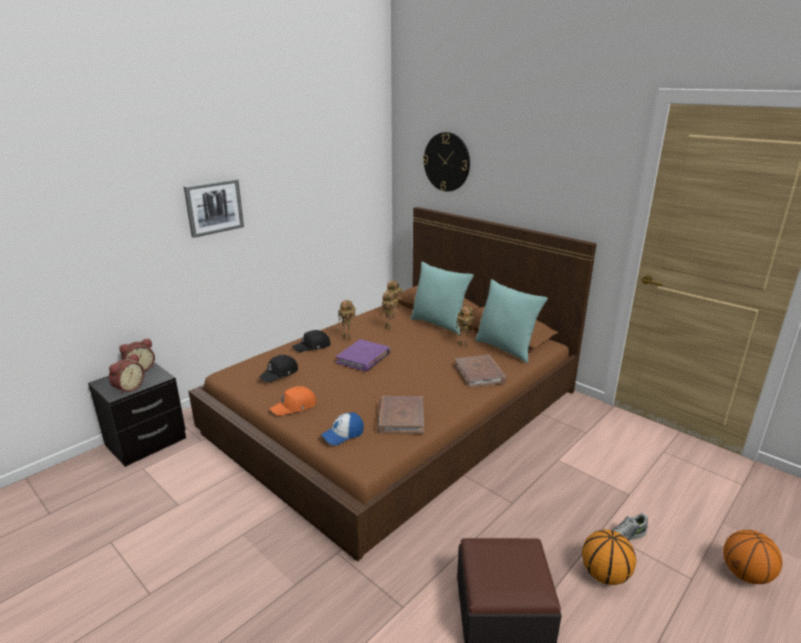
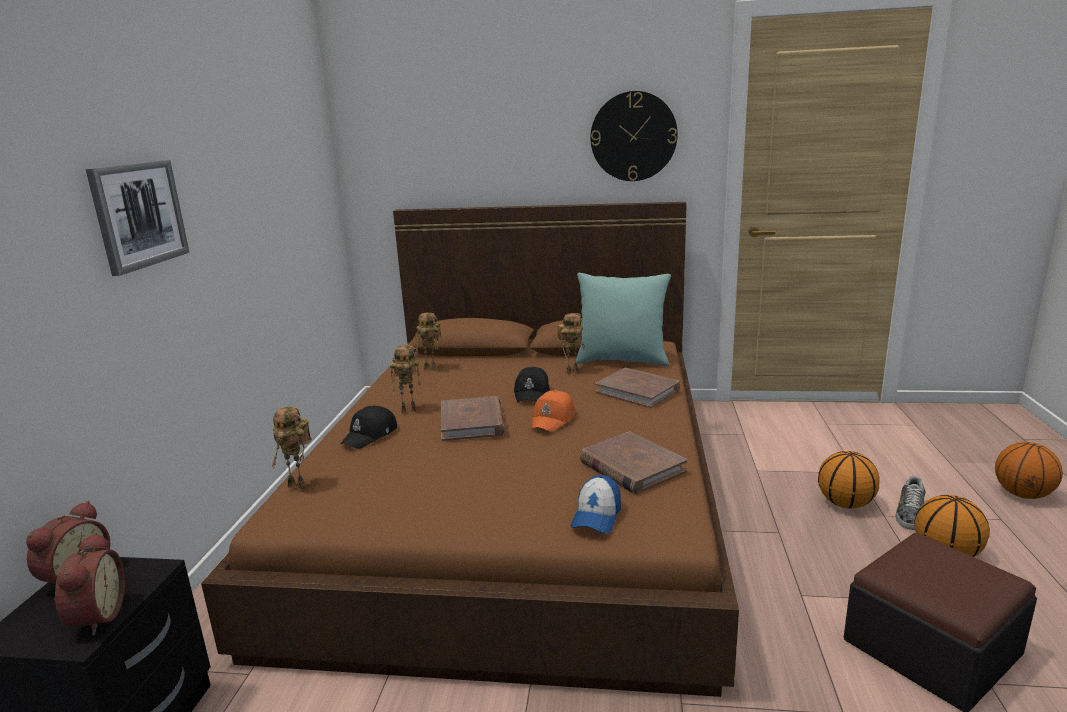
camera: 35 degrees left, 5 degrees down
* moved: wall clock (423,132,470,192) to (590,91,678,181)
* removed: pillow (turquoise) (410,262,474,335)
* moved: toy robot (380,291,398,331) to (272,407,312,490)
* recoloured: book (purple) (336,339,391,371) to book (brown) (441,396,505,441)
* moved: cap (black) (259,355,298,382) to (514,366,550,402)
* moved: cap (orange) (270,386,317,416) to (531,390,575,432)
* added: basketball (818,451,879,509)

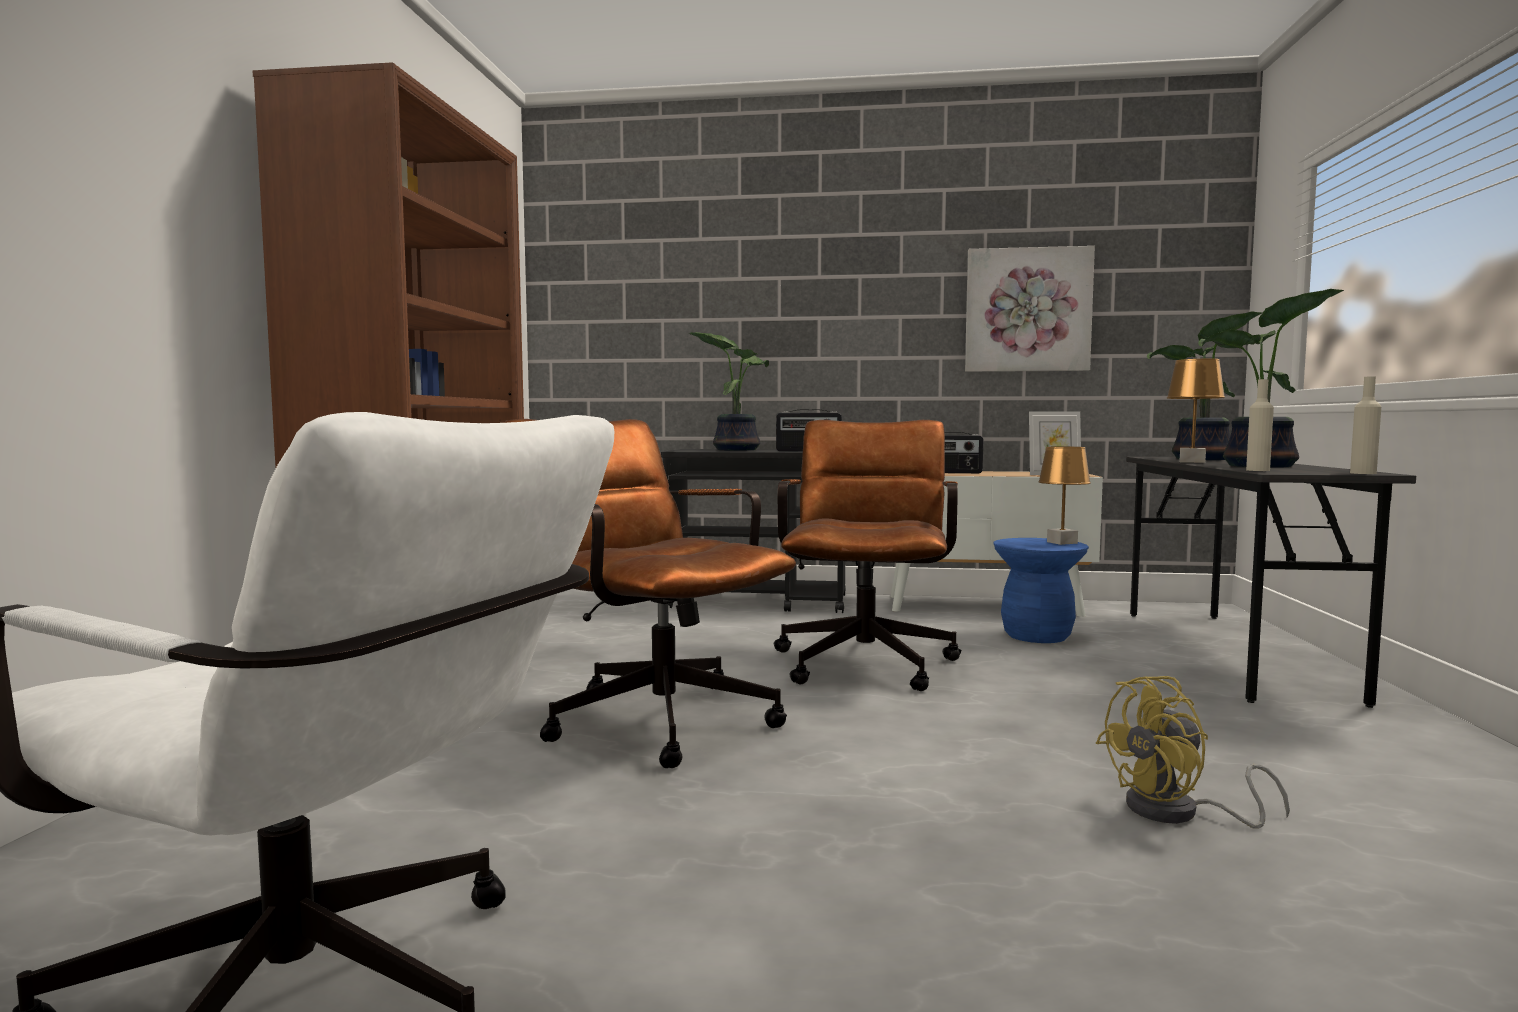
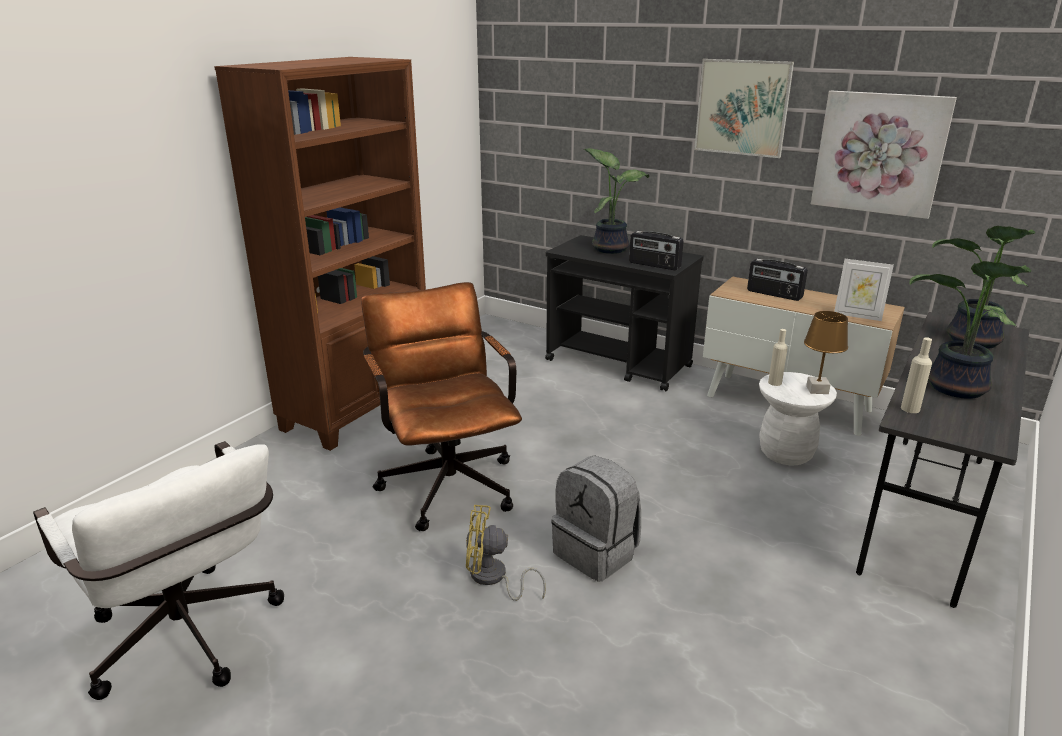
camera: 25 degrees right, 20 degrees up
* removed: table lamp (brown) (1167,359,1225,463)
* moved: bottle (beige) (1350,376,1381,474) to (768,329,788,386)
* removed: office chair (brown) (774,420,962,691)
* recoloured: stool (blue) (994,538,1089,643) to stool (white) (759,372,837,465)
* moved: fan (yellow) (1096,676,1290,828) to (466,505,546,601)
* added: picture (694,59,794,158)
* added: backpack (grey) (551,455,641,582)

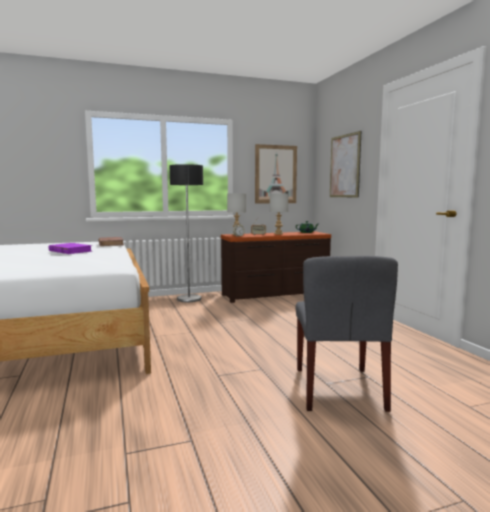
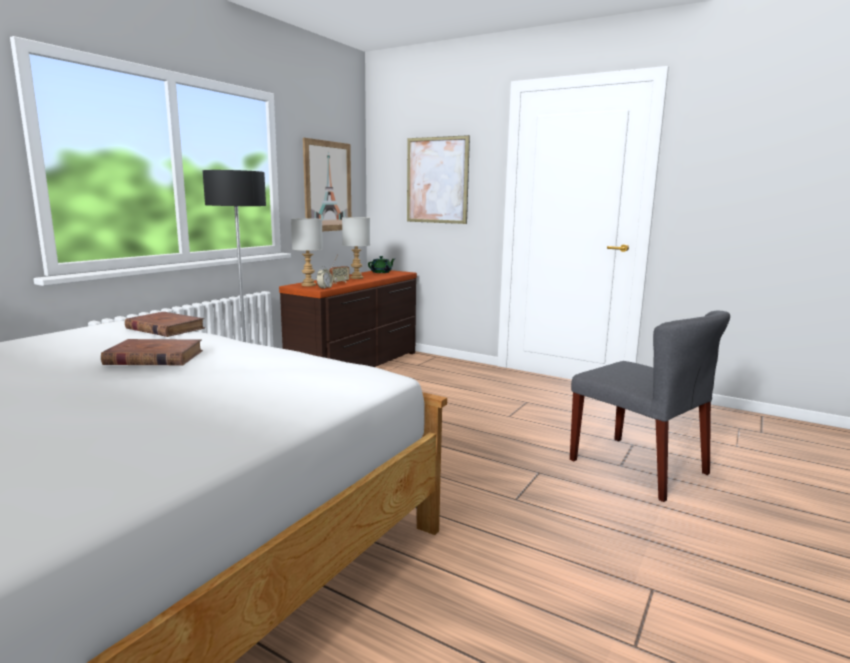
camera: 40 degrees left, 5 degrees up
* recoloured: book (purple) (49,243,92,254) to book (brown) (101,339,203,365)

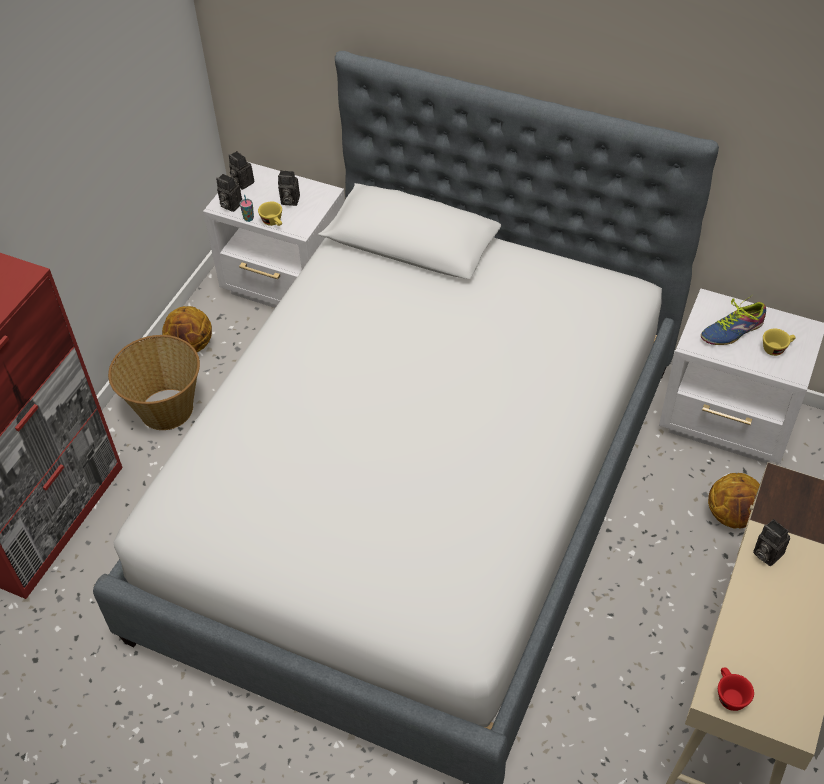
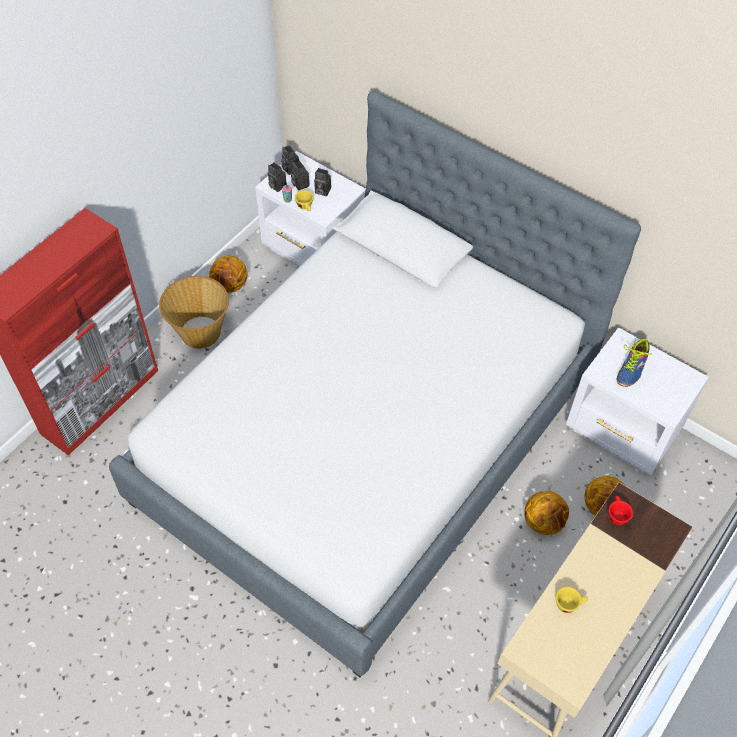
camera: 10 degrees right, 5 degrees up
* turned: shoe (701,295,766,345) = (616,339,652,387) 45 degrees counterclockwise
* moved: cup (yellow) (763,329,796,356) to (556,587,588,613)
* moved: photo camera (753,519,790,566) to (291,161,309,190)
* moved: cup (red) (718,667,754,711) to (608,496,633,525)
* added: basketball (524,491,569,535)

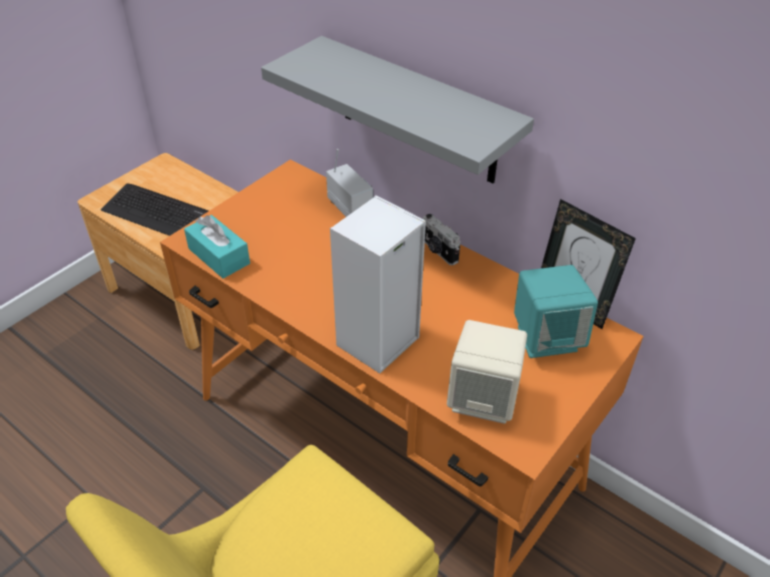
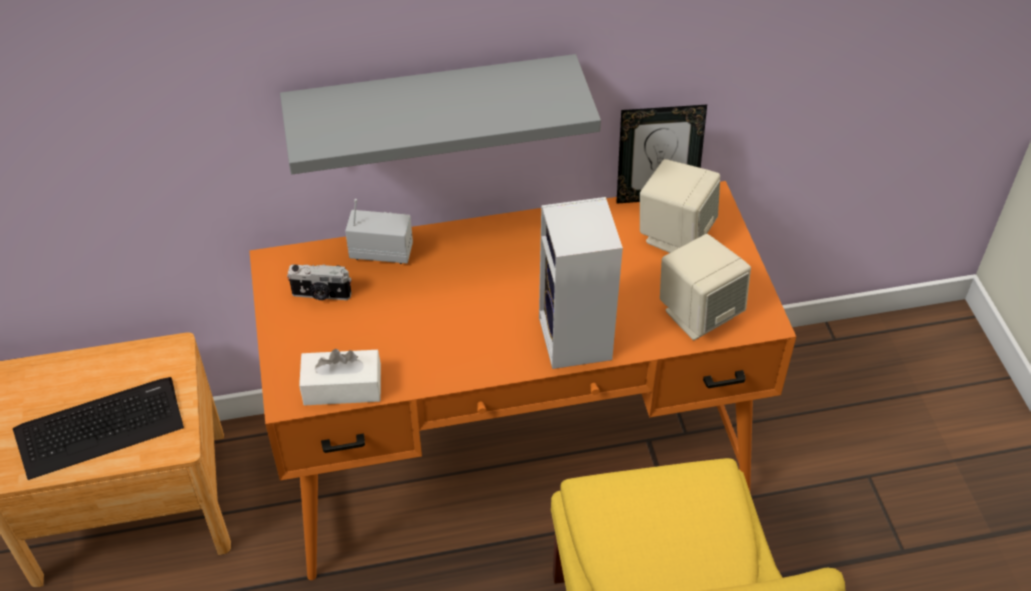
camera: 50 degrees left, 5 degrees up
* moved: photo camera (423,214,461,265) to (287,264,352,300)
* recoloured: tissue box (turquoise) (184,215,250,279) to tissue box (white) (299,349,381,405)
* recoloured: speaker (turquoise) (514,265,598,358) to speaker (beige) (640,159,720,253)

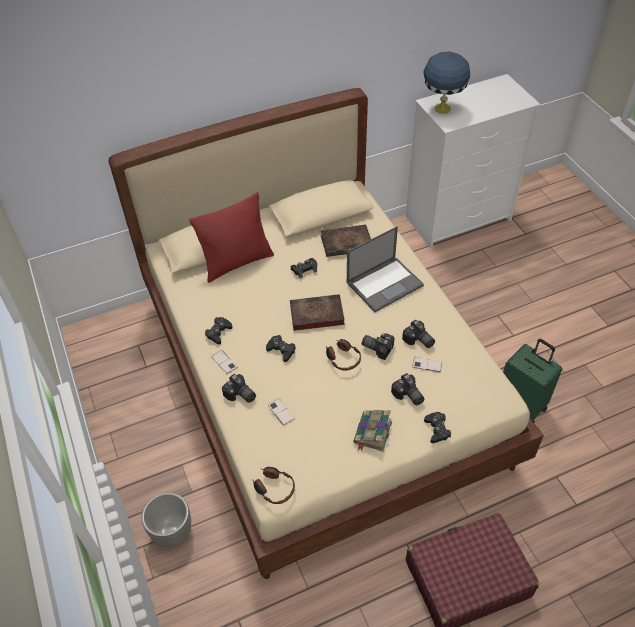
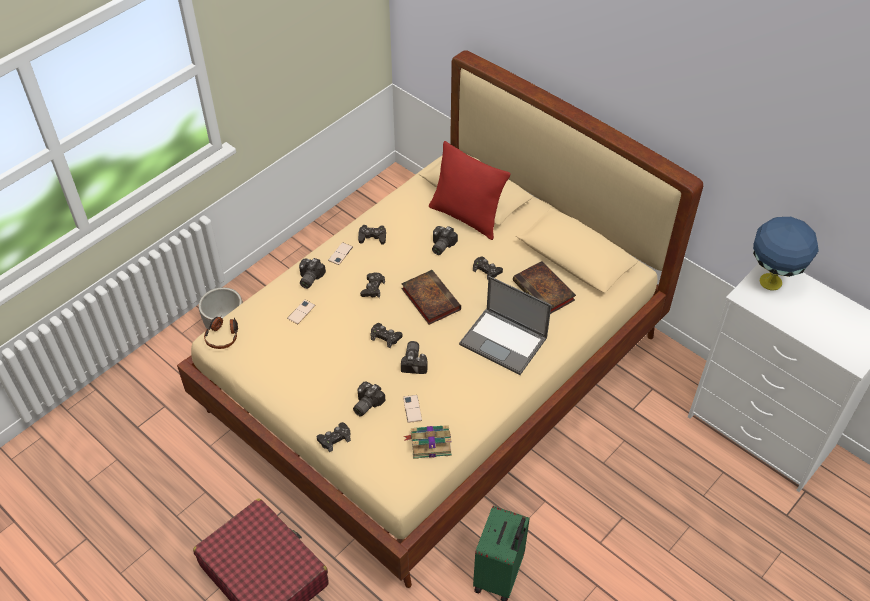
camera: 65 degrees right, 0 degrees up
* moved: photo camera (402,320,435,348) to (432,226,458,255)
* replaced: headphones (326,339,361,371) to game controller (black) (370,323,402,348)
* moved: book (353,410,392,452) to (404,425,452,459)

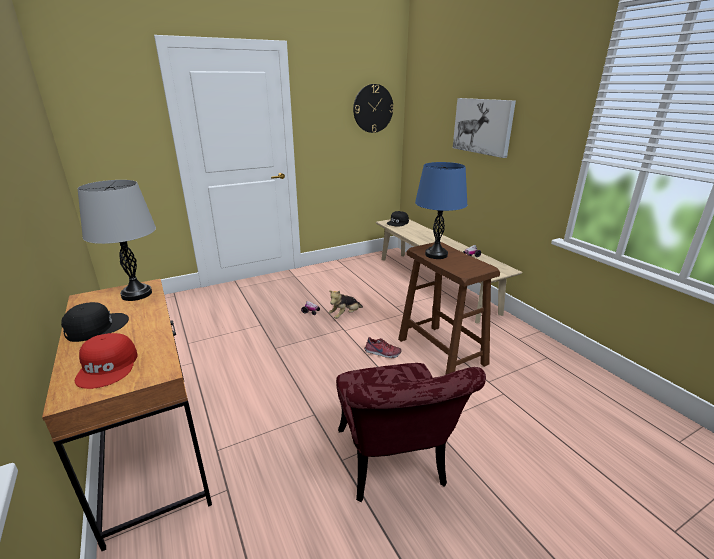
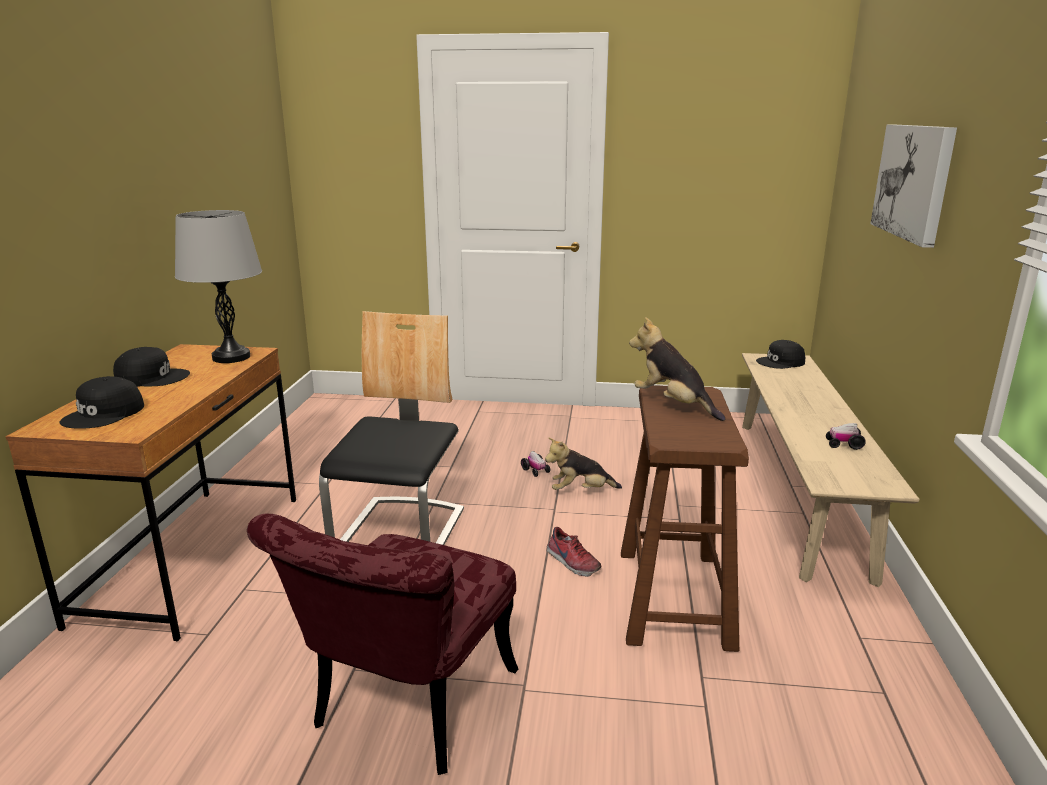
camera: 35 degrees right, 5 degrees down
* removed: wall clock (353,84,394,133)
* replaced: table lamp (blue) (415,162,468,259) to plush toy (629,317,725,421)
* recoloured: cap (red) (75,333,137,389) to cap (black) (59,376,144,429)
* added: chair (319,311,464,545)

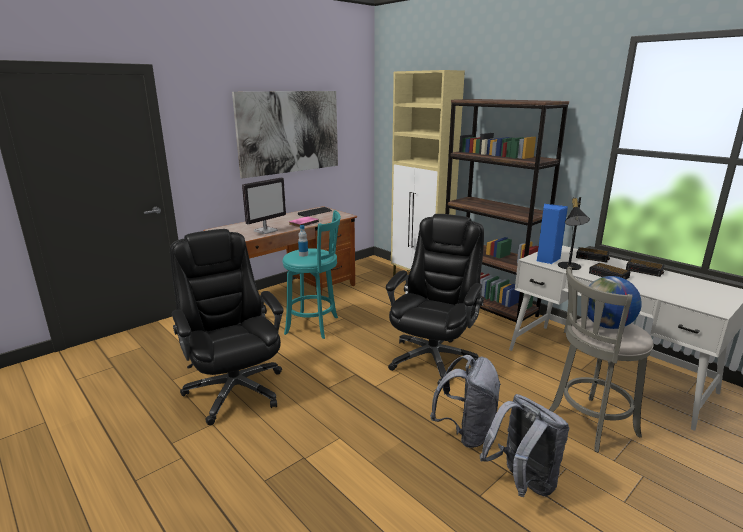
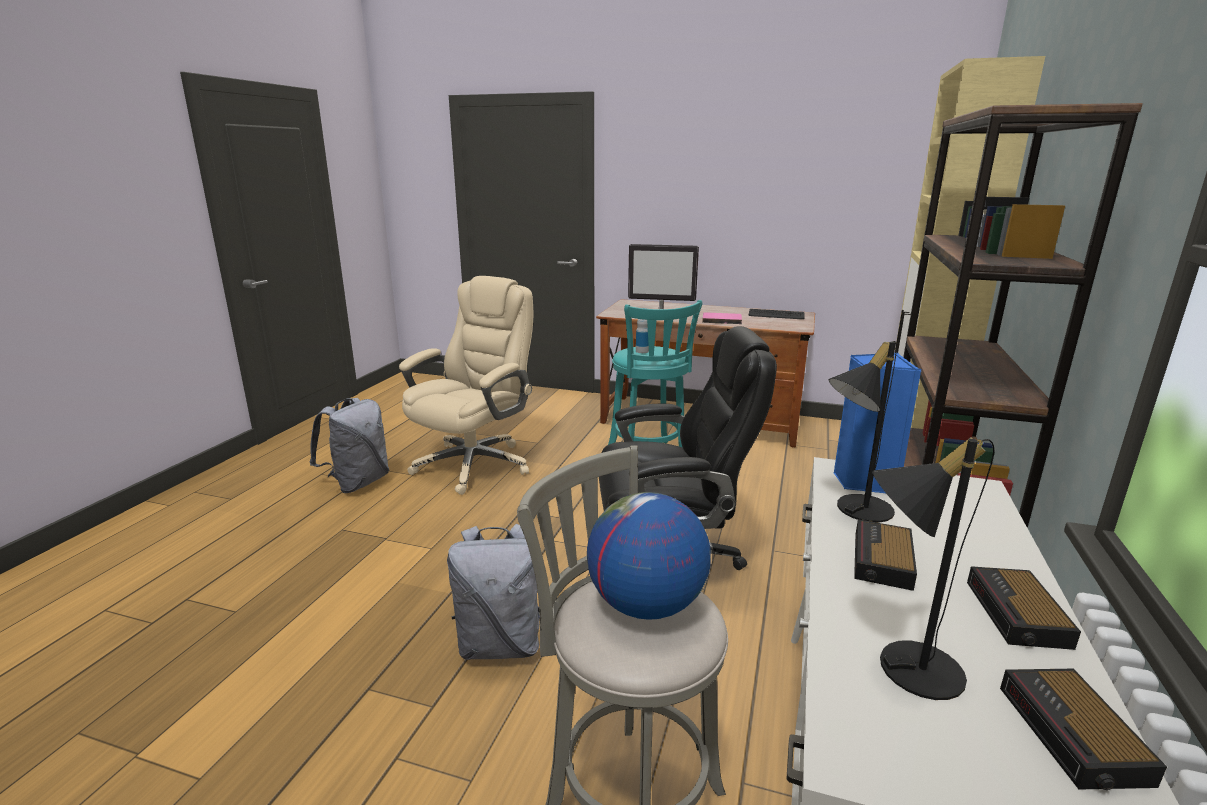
camera: 60 degrees right, 0 degrees up
* removed: picture (232,91,338,178)
* recoloured: office chair (black) (170,229,284,425) to office chair (beige) (399,276,533,495)
* moved: alarm clock (576,247,610,263) to (1000,669,1167,790)
* moved: backpack (grey) (480,394,569,497) to (309,398,389,493)
* added: table lamp (black) (872,437,995,700)

